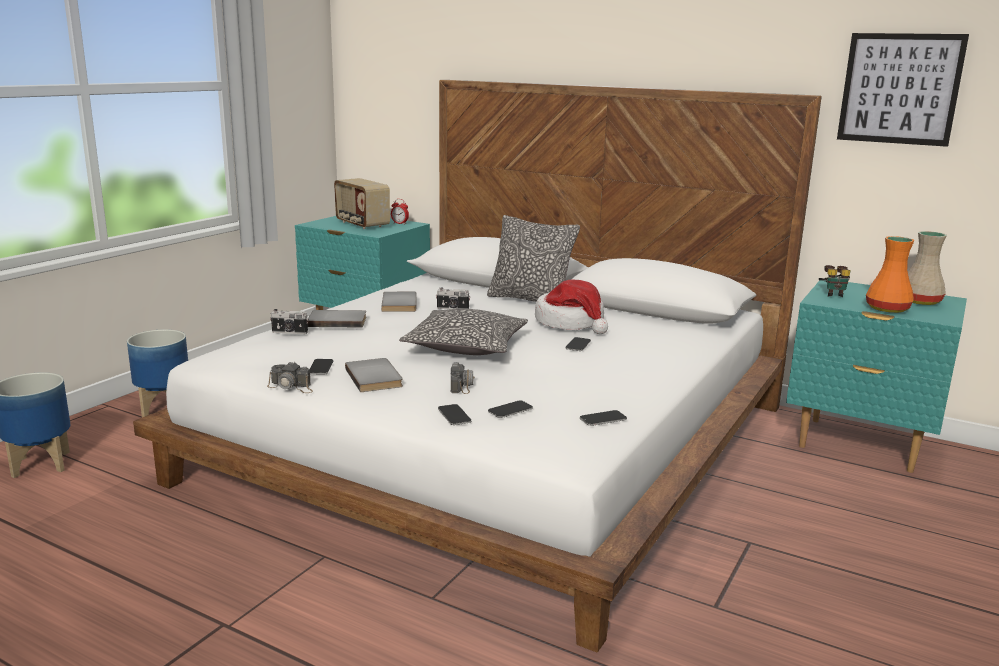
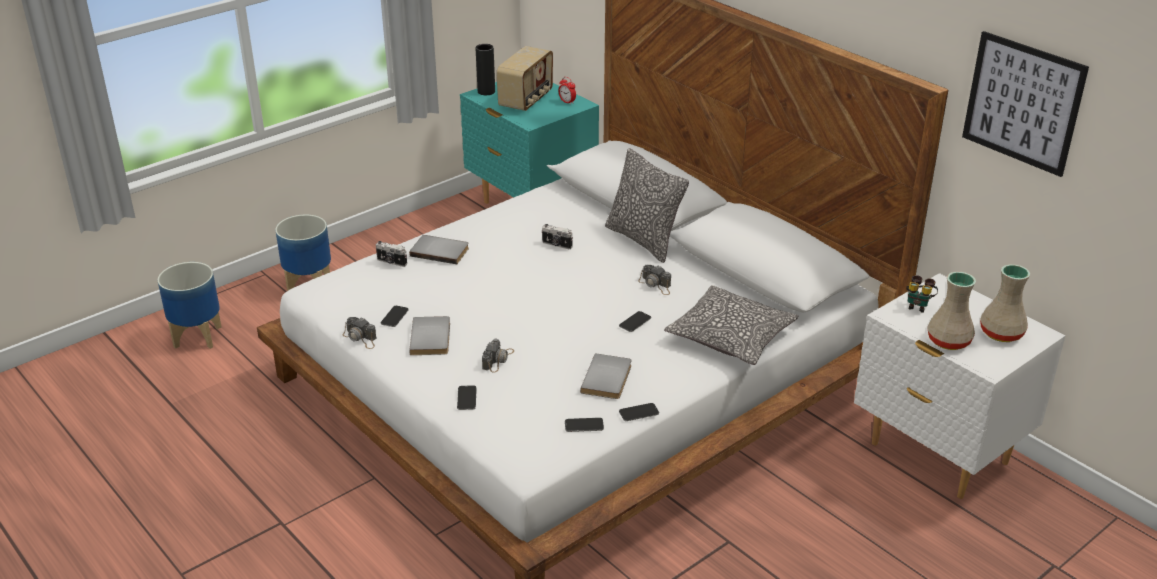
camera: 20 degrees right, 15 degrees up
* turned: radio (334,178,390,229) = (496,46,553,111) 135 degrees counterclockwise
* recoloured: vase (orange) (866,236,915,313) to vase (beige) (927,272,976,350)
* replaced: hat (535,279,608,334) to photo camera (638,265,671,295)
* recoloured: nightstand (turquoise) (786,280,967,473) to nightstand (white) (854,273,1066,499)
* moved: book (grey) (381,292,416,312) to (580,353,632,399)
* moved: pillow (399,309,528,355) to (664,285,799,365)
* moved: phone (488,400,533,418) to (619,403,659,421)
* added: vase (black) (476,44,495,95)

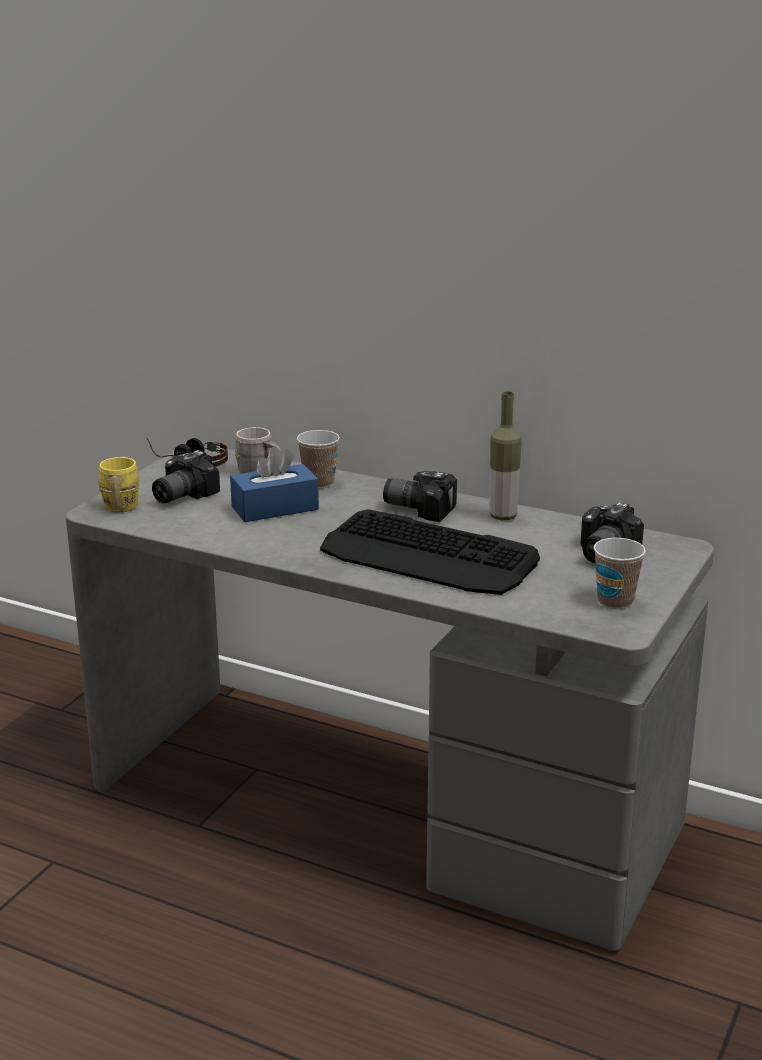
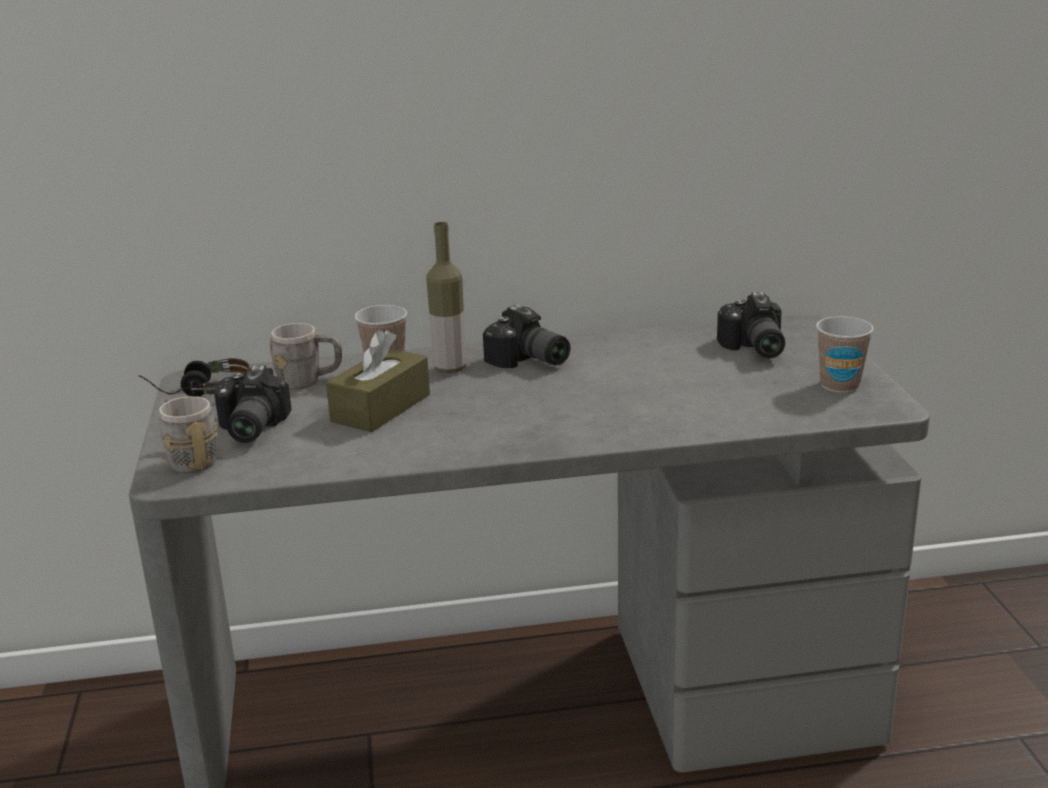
camera: 35 degrees left, 0 degrees up
* moved: bottle (489,391,522,520) to (426,222,466,373)
* recoloured: tissue box (blue) (230,446,319,522) to tissue box (brown) (326,330,430,432)
* recoloured: mug (yellow) (98,457,139,512) to mug (grey) (159,396,218,473)
* turned: photo camera (383,471,457,522) = (483,305,570,368) 120 degrees counterclockwise
* removed: keyboard (320,509,540,595)

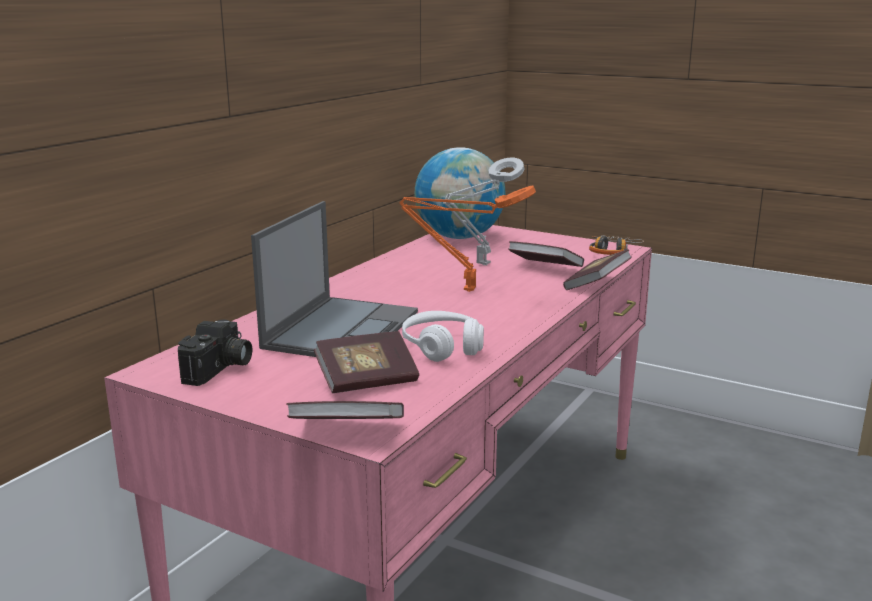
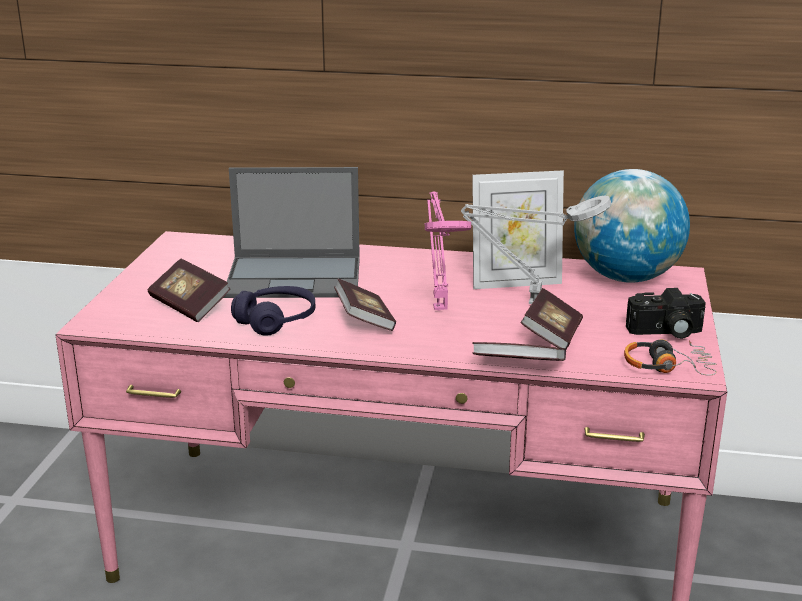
camera: 70 degrees right, 5 degrees up
* recoloured: table lamp (orange) (400,186,536,292) to table lamp (pink) (425,191,471,311)
* recoloured: headphones (white) (402,311,484,362) to headphones (purple) (231,286,315,336)
* moved: photo camera (178,320,252,386) to (626,288,706,339)
* moved: book (286,401,404,419) to (334,279,396,331)
* added: picture frame (472,170,564,289)

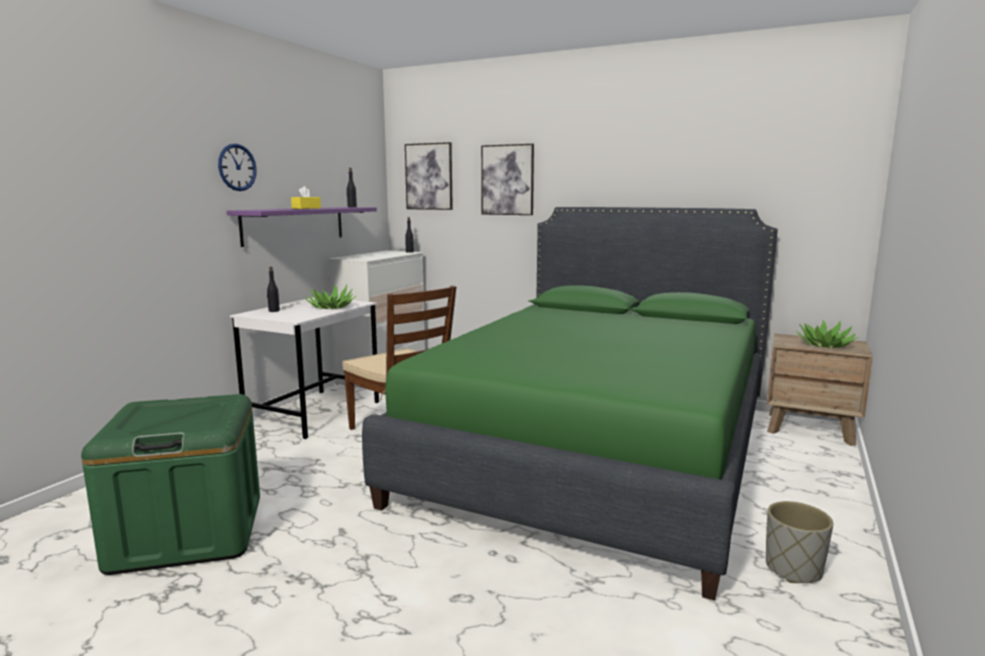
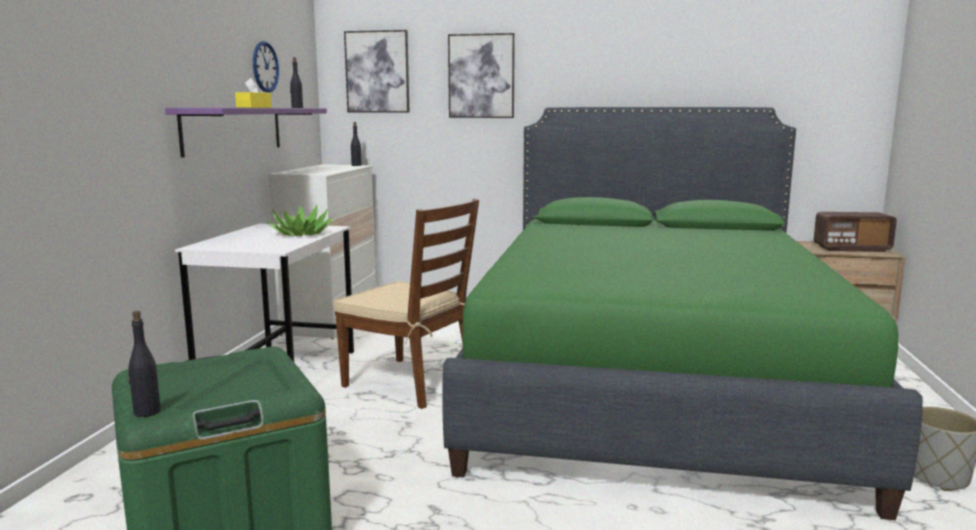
camera: 15 degrees left, 0 degrees up
* moved: wall clock (218,144,257,191) to (253,41,279,93)
* moved: bottle (black) (267,267,280,312) to (128,311,161,417)
* replaced: potted plant (796,320,859,348) to radio (814,212,897,252)

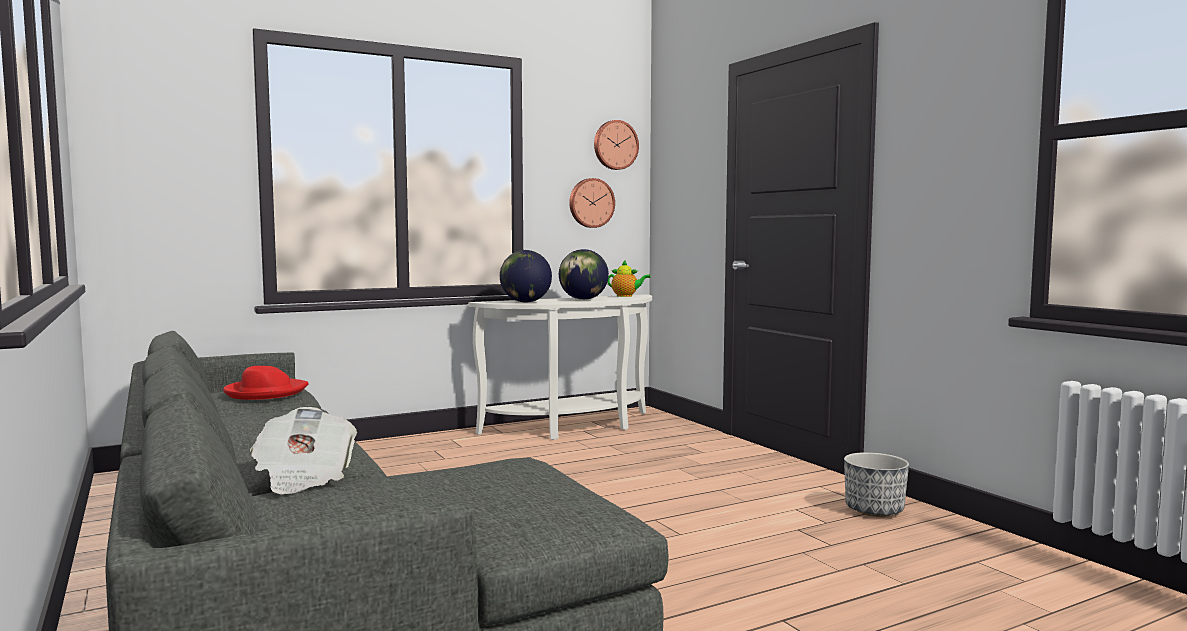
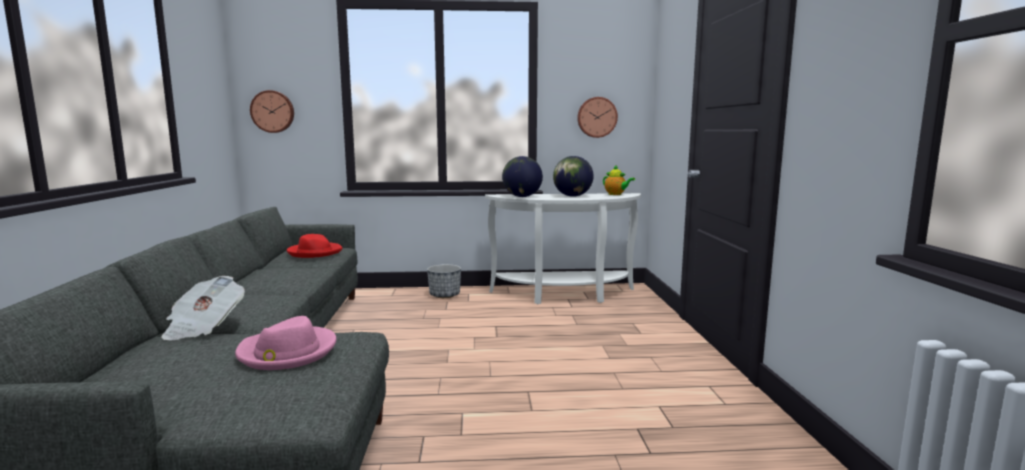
camera: 25 degrees right, 5 degrees up
* moved: wall clock (594,120,639,170) to (250,90,294,133)
* moved: planter (844,452,909,517) to (427,264,461,298)
* added: hat (pink) (235,316,336,370)

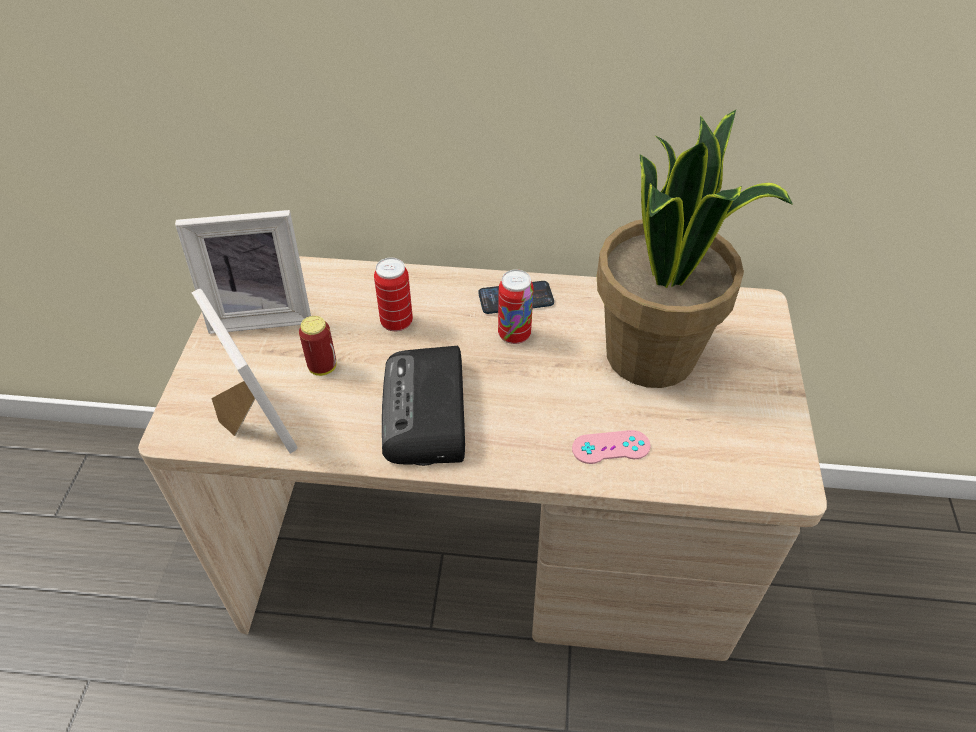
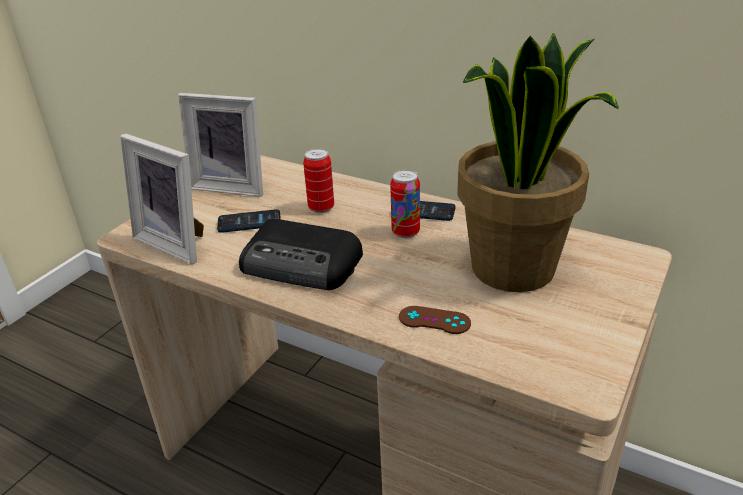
camera: 25 degrees right, 15 degrees down
* turned: picture frame (191,289,297,453) = (120,134,204,264) 135 degrees clockwise
* replaced: can (299,316,336,376) to phone (217,209,281,233)
* turned: radio (382,346,465,466) = (239,219,363,290) 90 degrees counterclockwise
* recoloured: game controller (pink) (572,430,651,464) to game controller (brown) (399,306,471,334)

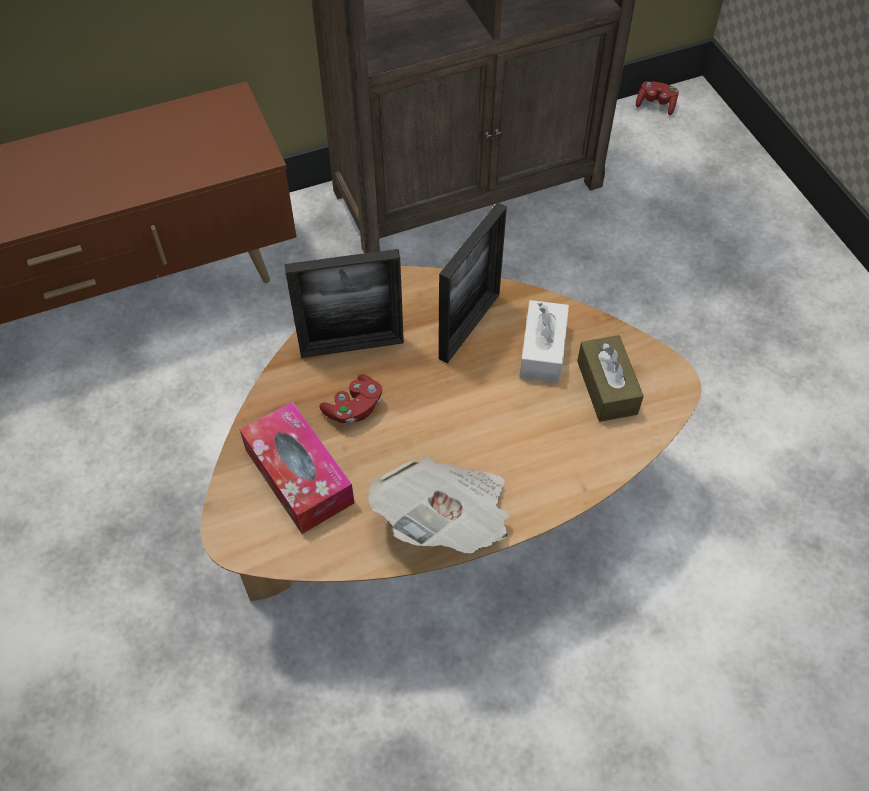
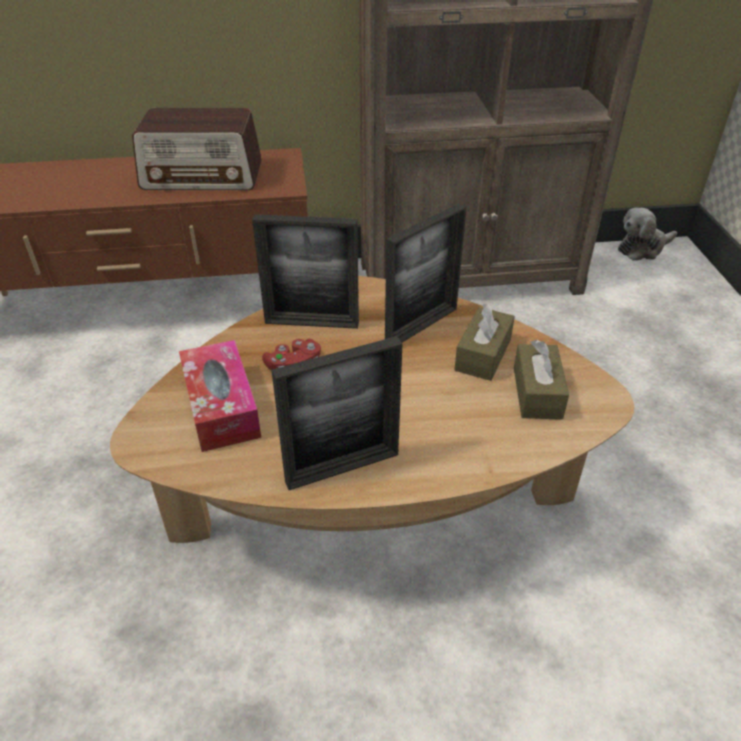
camera: 15 degrees right, 15 degrees down
* replaced: game controller (red) (636,81,679,115) to plush toy (618,207,677,261)
* recoloured: tissue box (white) (519,300,569,383) to tissue box (brown) (454,303,515,381)
* replaced: newspaper (368,456,510,553) to picture frame (271,336,402,490)
* added: radio (132,108,262,190)

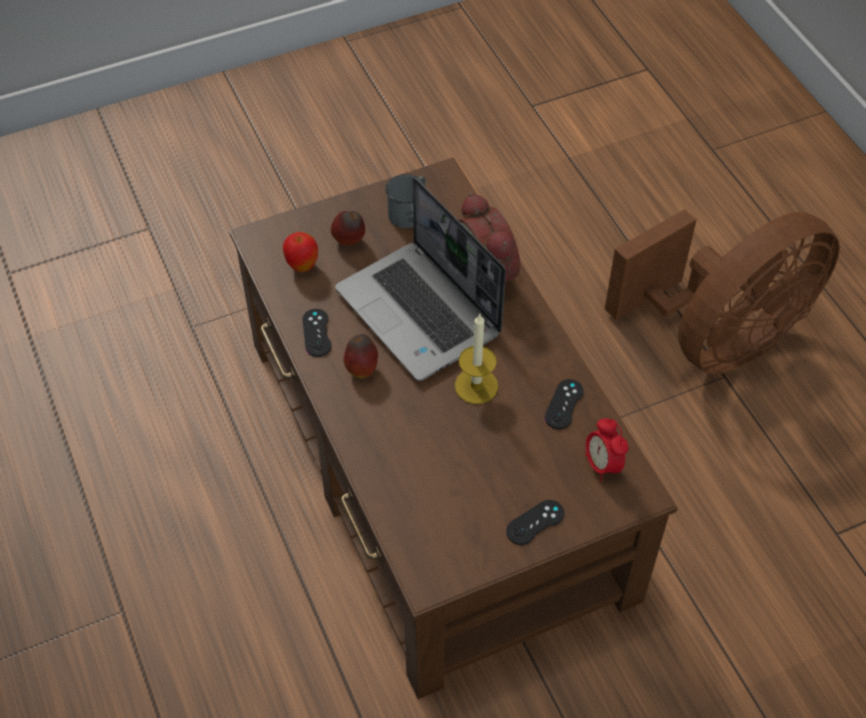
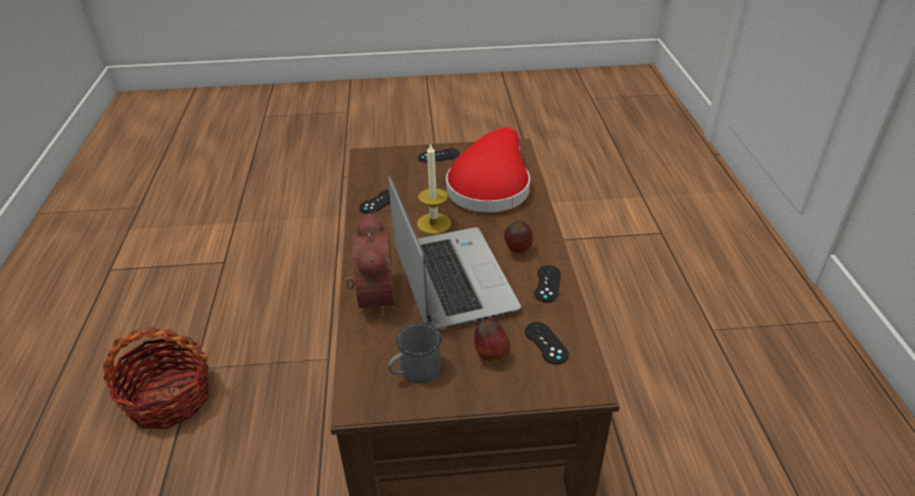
camera: 160 degrees left, 15 degrees down
* replaced: fan (brown) (605,209,840,374) to basket (103,327,210,429)
* replaced: apple (283,232,318,272) to game controller (black) (525,322,569,364)
* removed: alarm clock (585,418,629,481)
* added: hat (red) (446,127,530,213)

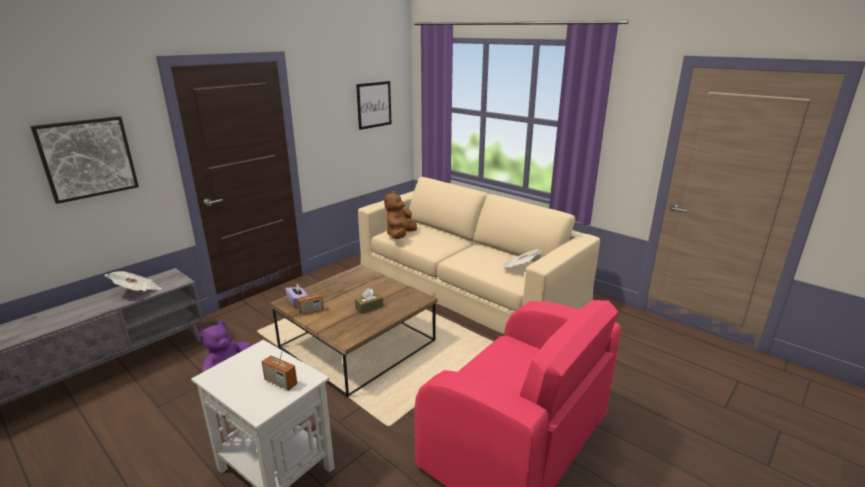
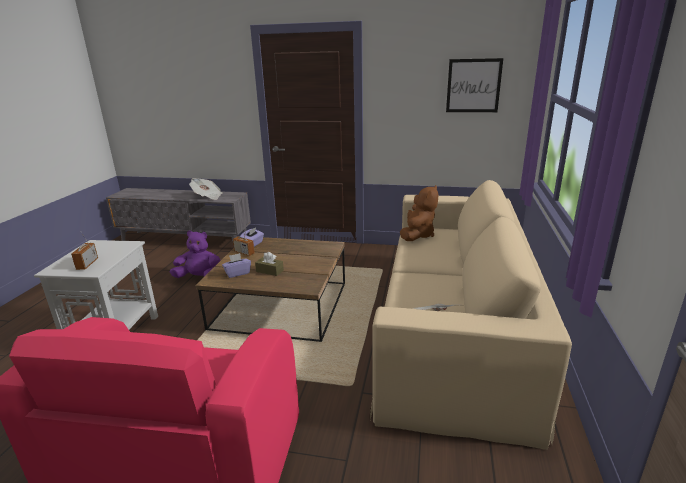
camera: 60 degrees right, 0 degrees up
* removed: picture (30,116,139,204)
* turned: plush toy (brown) (384,191,417,239) = (400,185,439,241) 120 degrees clockwise
* added: tissue box (purple) (222,253,251,278)

